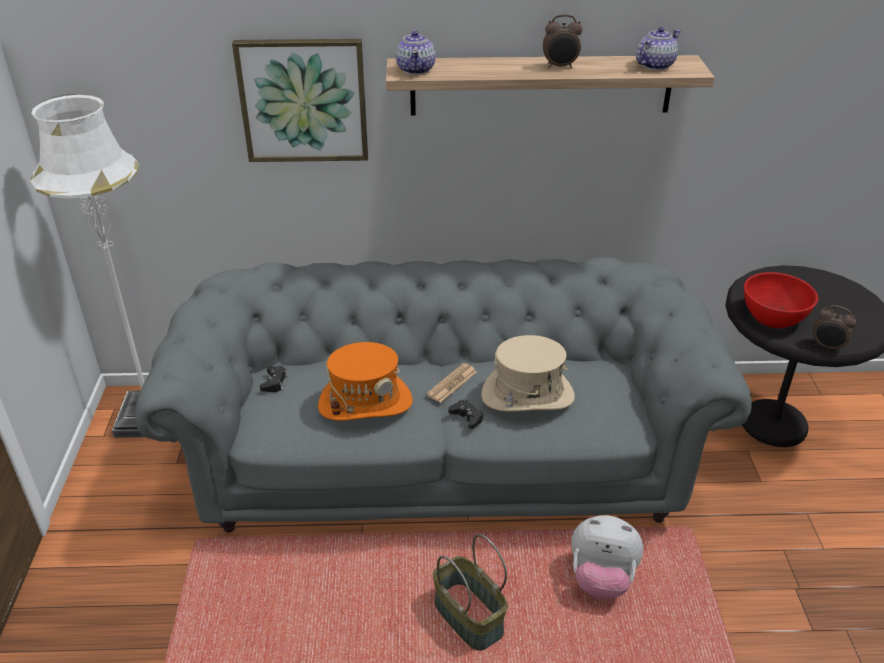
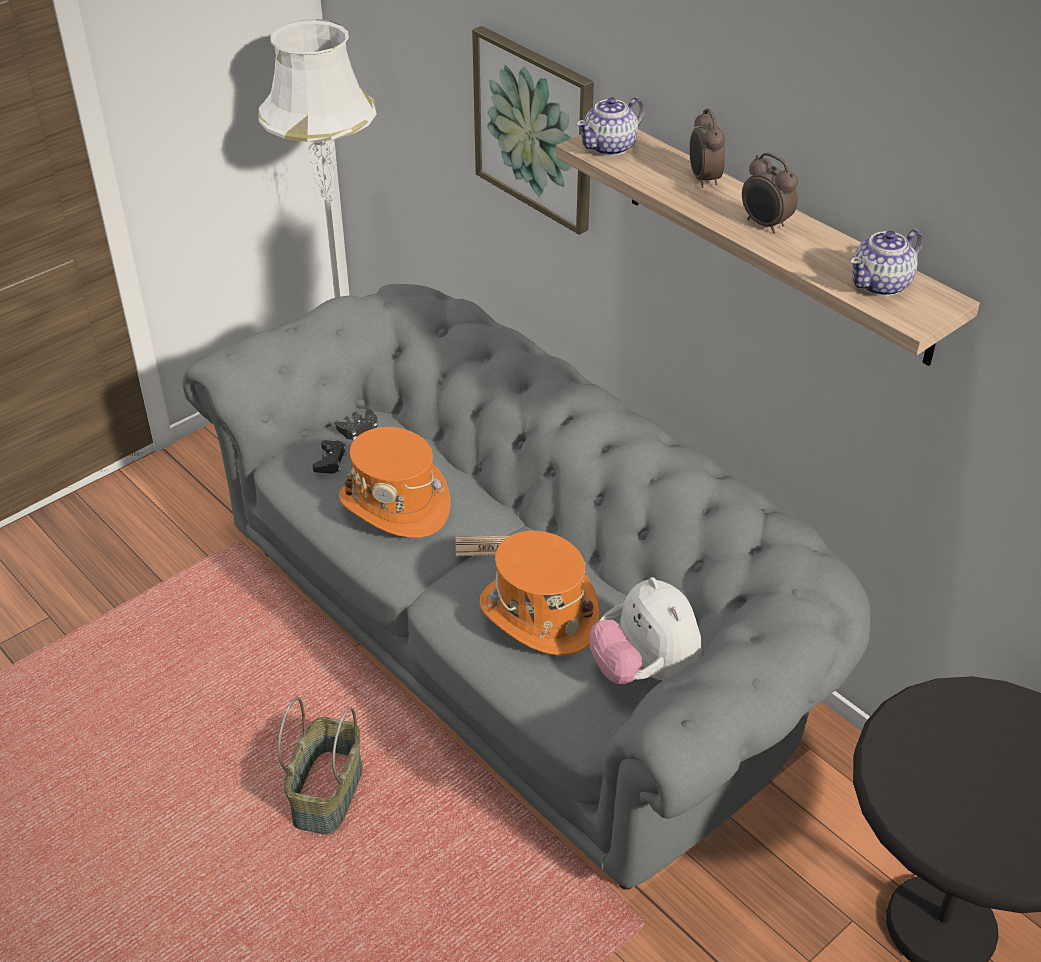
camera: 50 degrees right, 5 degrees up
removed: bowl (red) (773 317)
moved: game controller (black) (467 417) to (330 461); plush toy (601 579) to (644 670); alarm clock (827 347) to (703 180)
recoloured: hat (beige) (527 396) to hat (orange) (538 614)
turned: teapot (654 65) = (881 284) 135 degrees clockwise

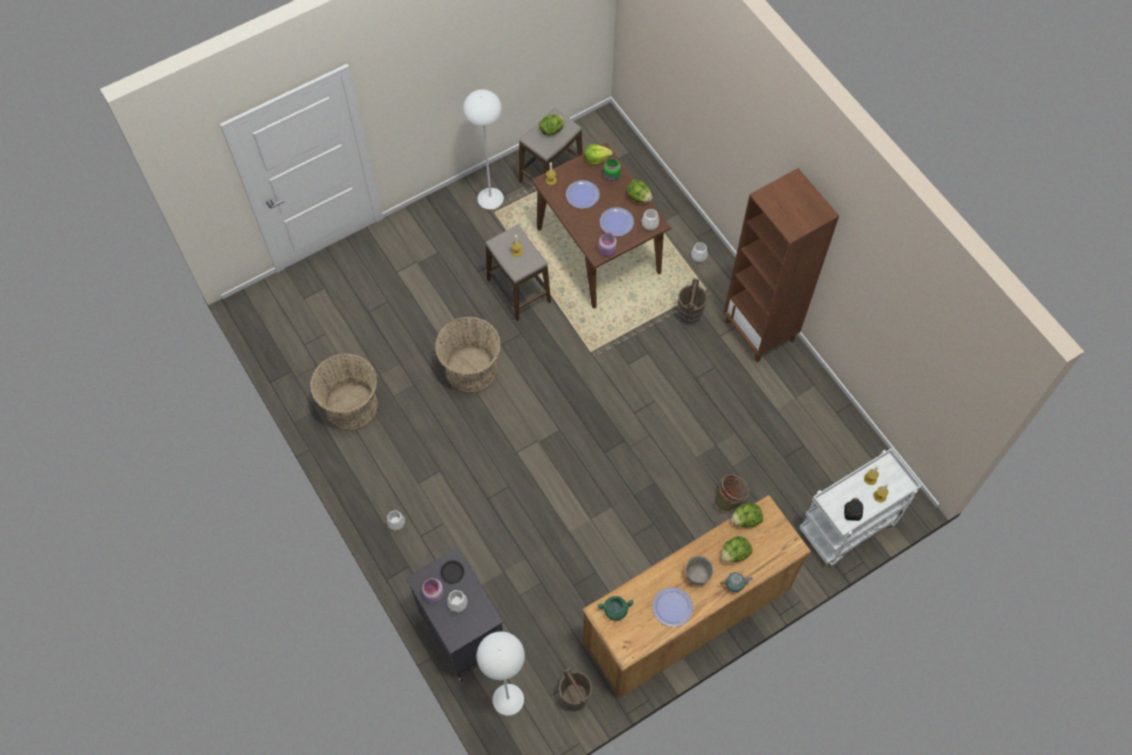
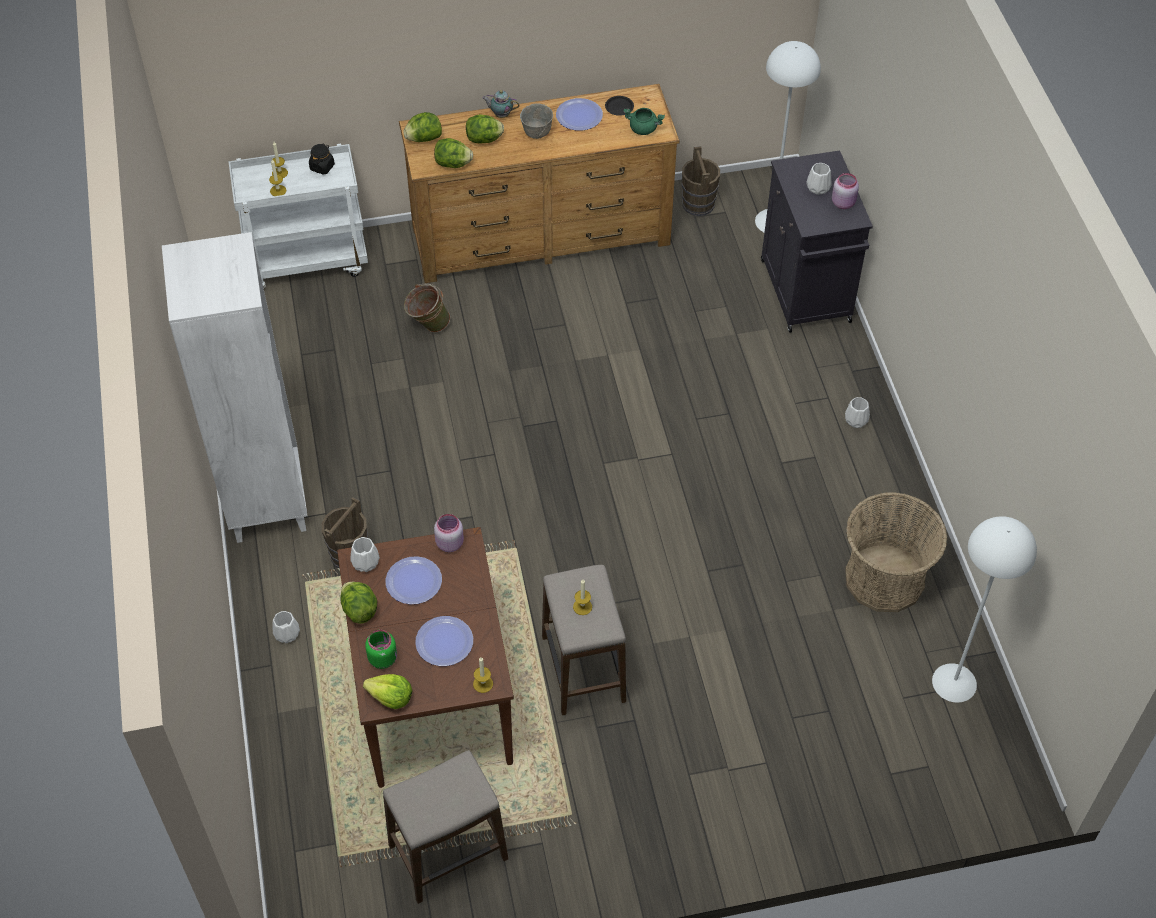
camera: 160 degrees left, 10 degrees down
removed: basket (471 370)
moved: plate (black) (452 572) to (619 107); floor lamp (white) (490 198) to (953 683); lettuce (552 130) to (424 139)
recoloured: bookcase (brown) (760 331) to bookcase (white) (266 502)

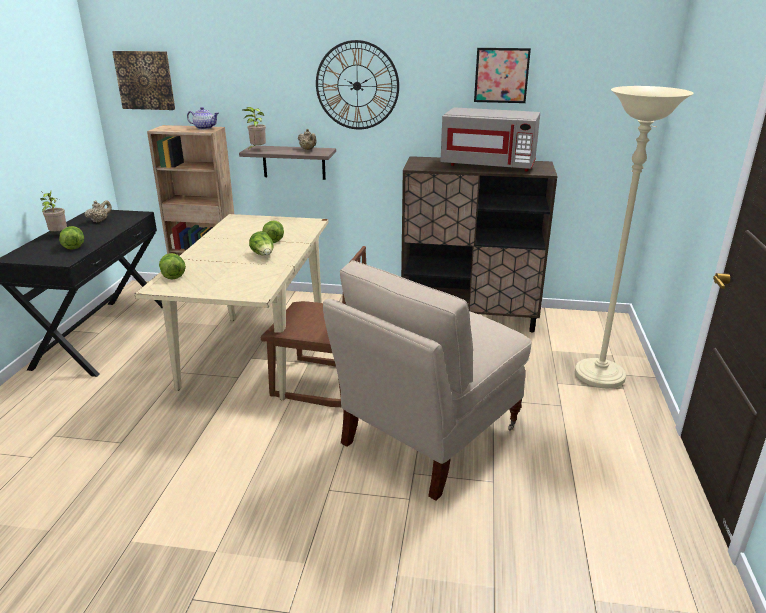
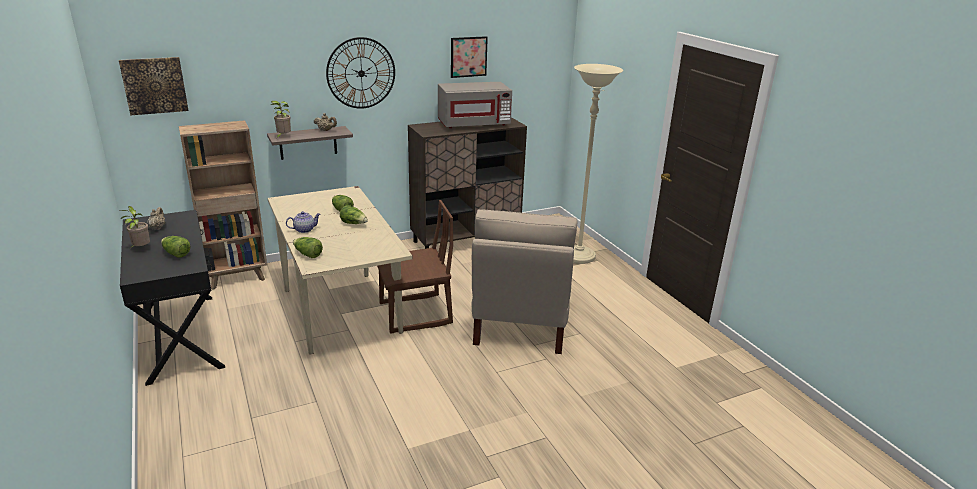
camera: 35 degrees left, 0 degrees up
moved: teapot (204 128) to (304 230)

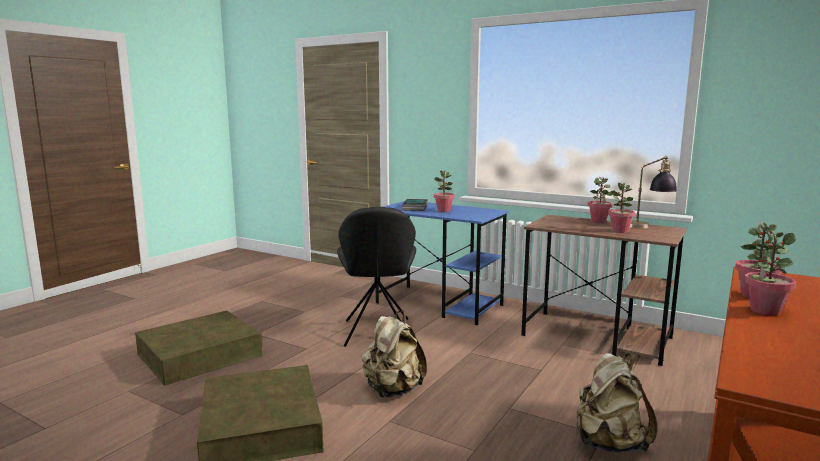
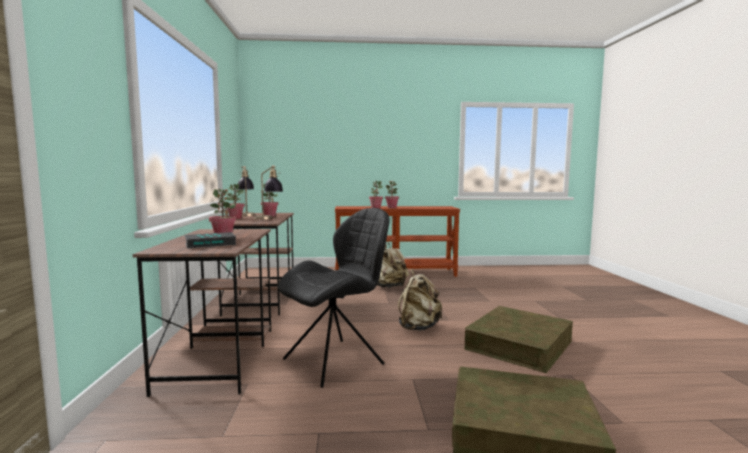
camera: 125 degrees left, 5 degrees down
added: table lamp (268 219)
recoloured: desk (blue) (440 304) to desk (brown) (220 357)

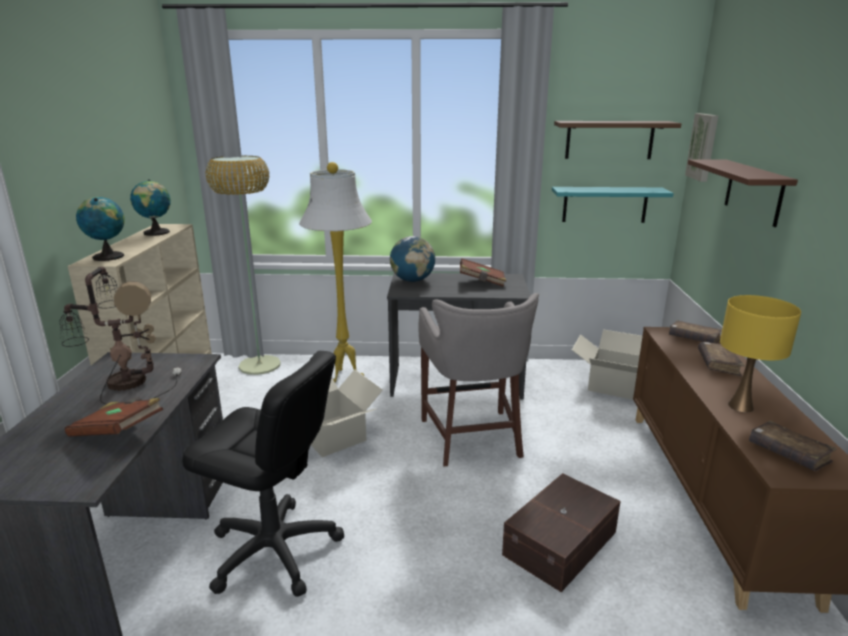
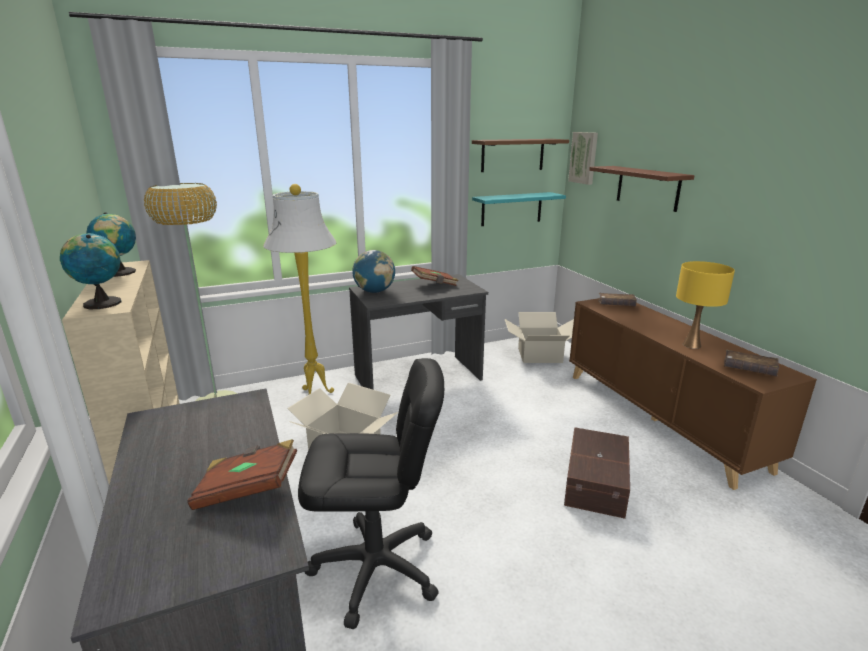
camera: 25 degrees left, 0 degrees up
removed: table lamp (125 382); stool (grey) (473 439); book (brown) (718 364)

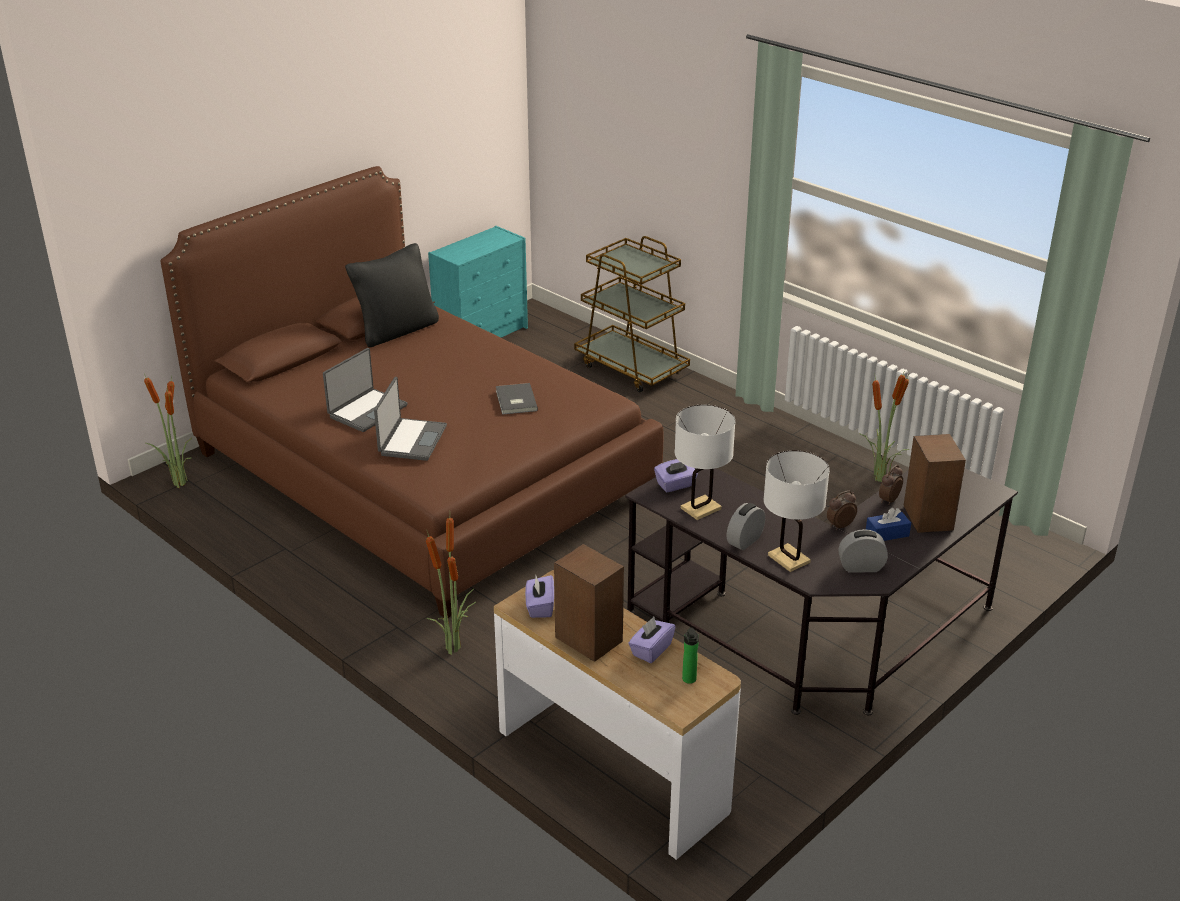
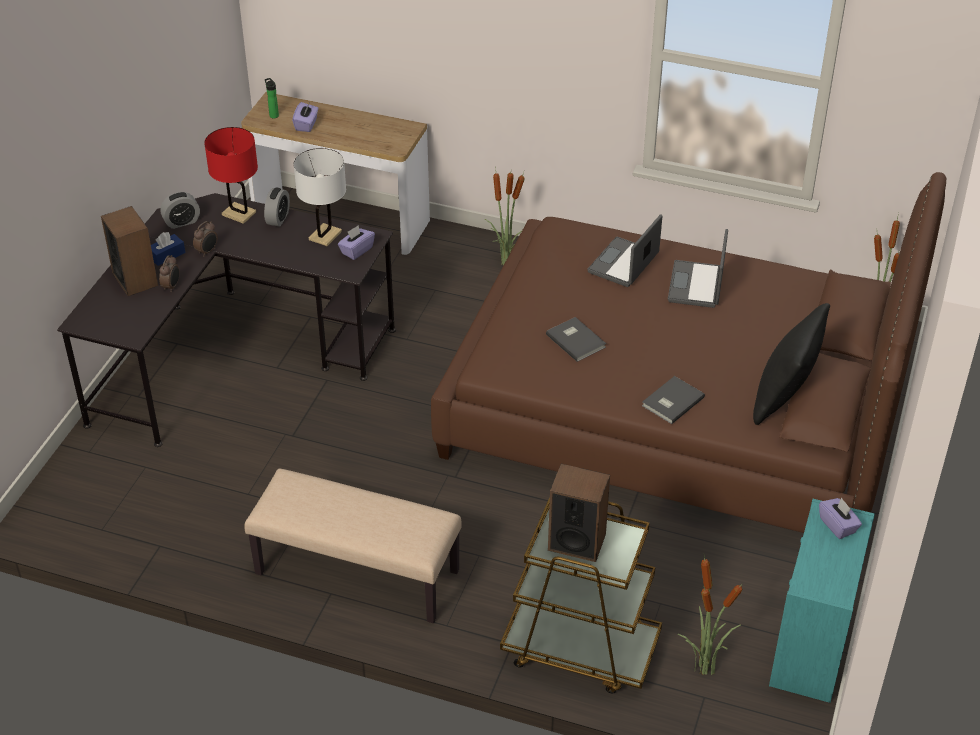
camera: 155 degrees right, 10 degrees up
added: bench (beige) (356 573); book (grey) (671 401)
moved: tissue box (purple) (540 607) to (838 525); speaker (588 639) to (576 542); potted plant (879 479) to (703 667)
recoloured: table lamp (white) (788 559) to table lamp (red) (239 213)
turned: laptop (411 440) = (624 264) 45 degrees clockwise

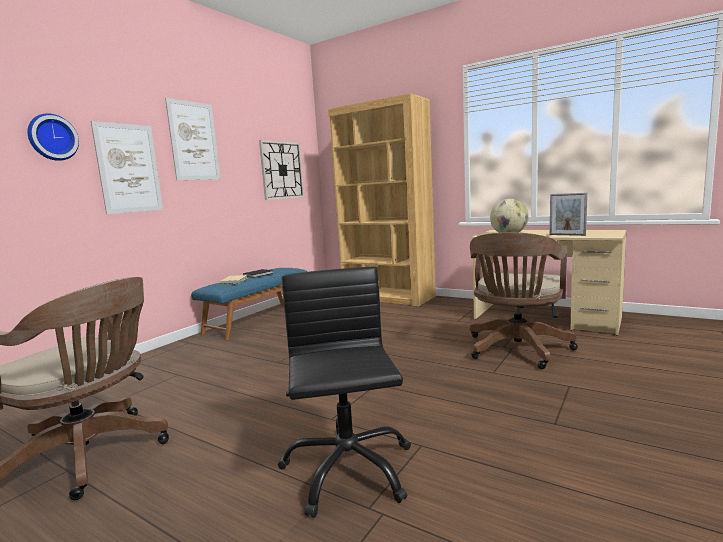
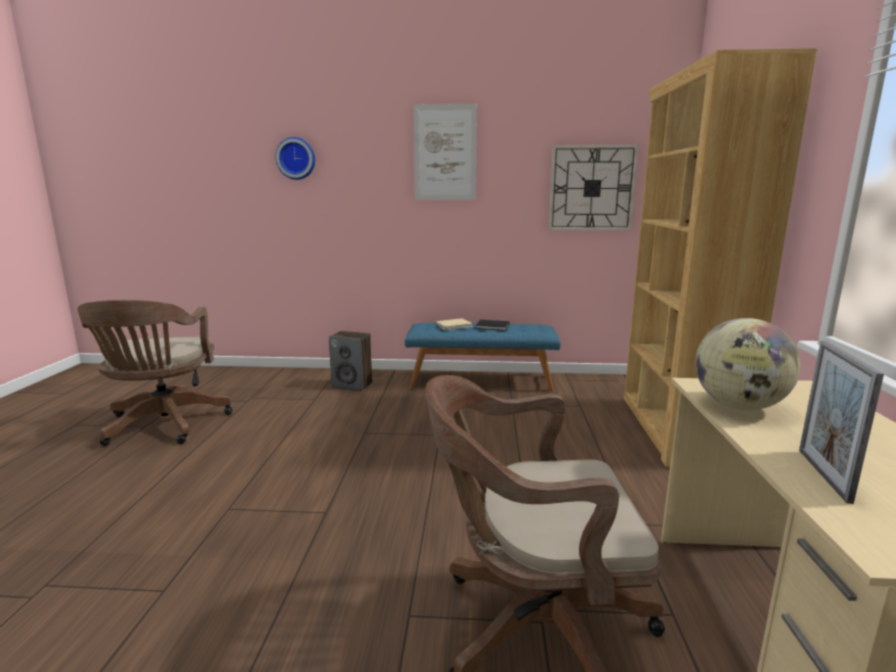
camera: 60 degrees right, 5 degrees up
removed: picture (129 168); office chair (black) (347 469)
added: speaker (352 385)

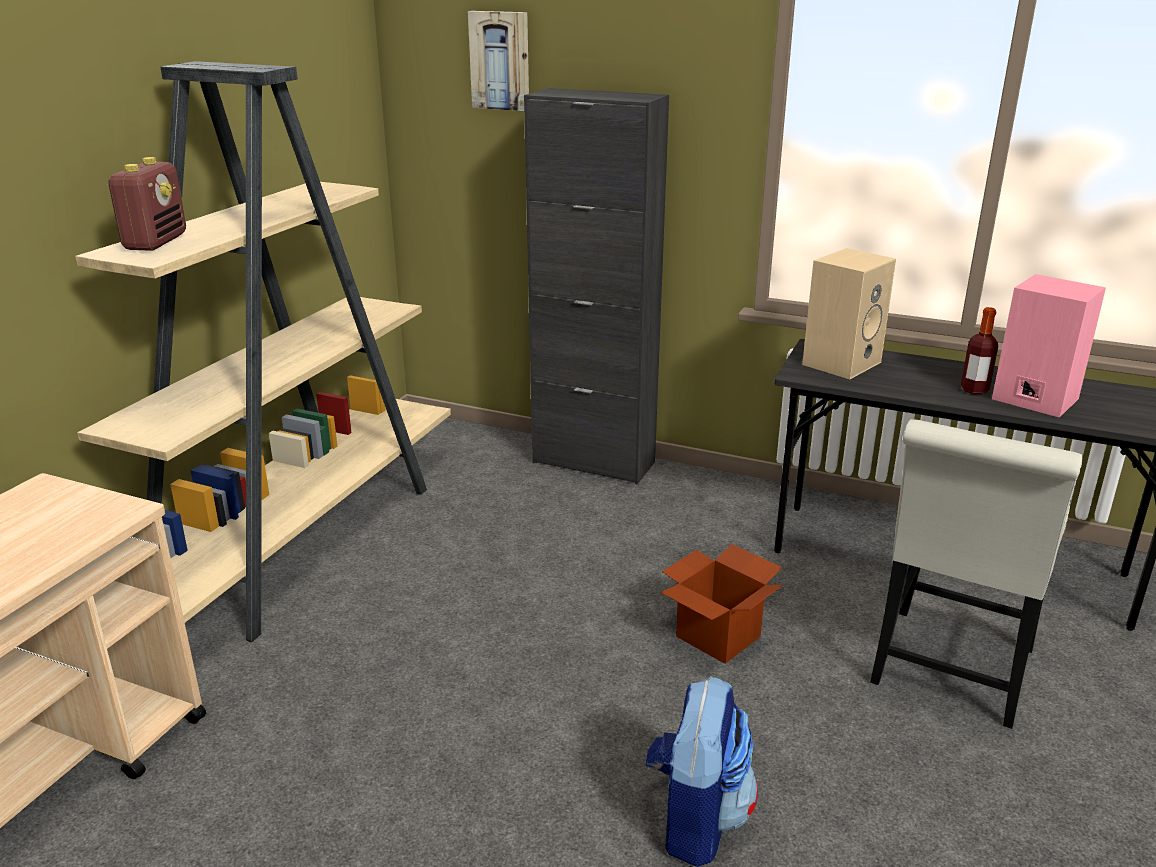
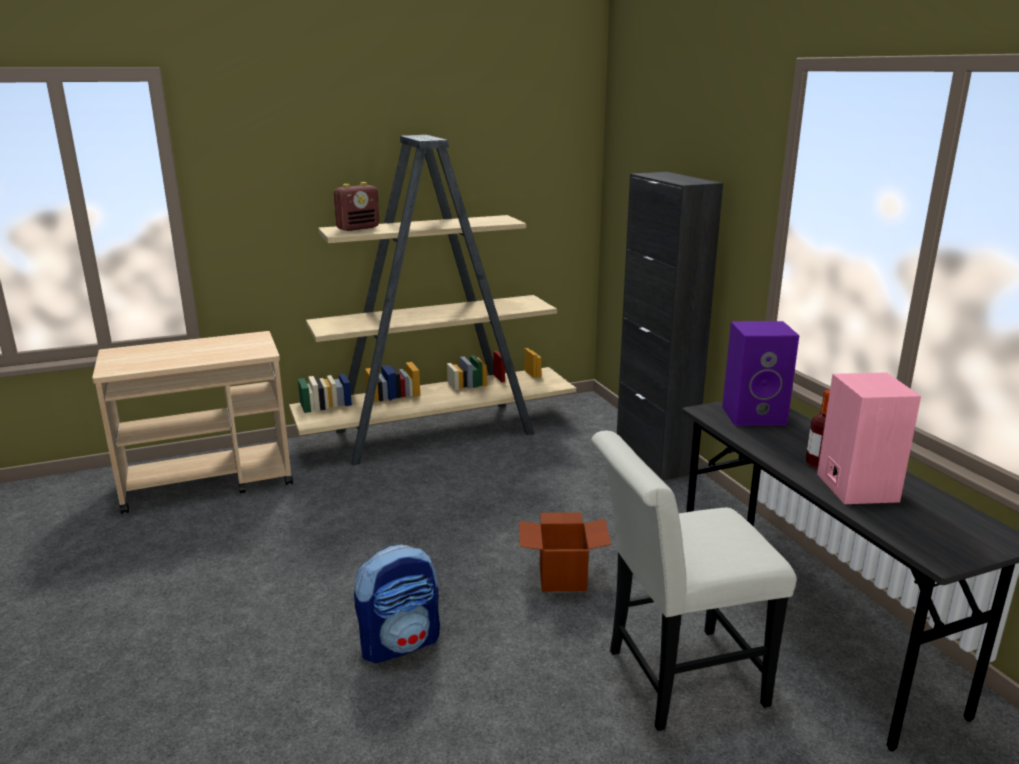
camera: 45 degrees right, 5 degrees down
removed: picture (501 60)
recoloured: speaker (beige) (841 362) to speaker (purple) (755 415)

